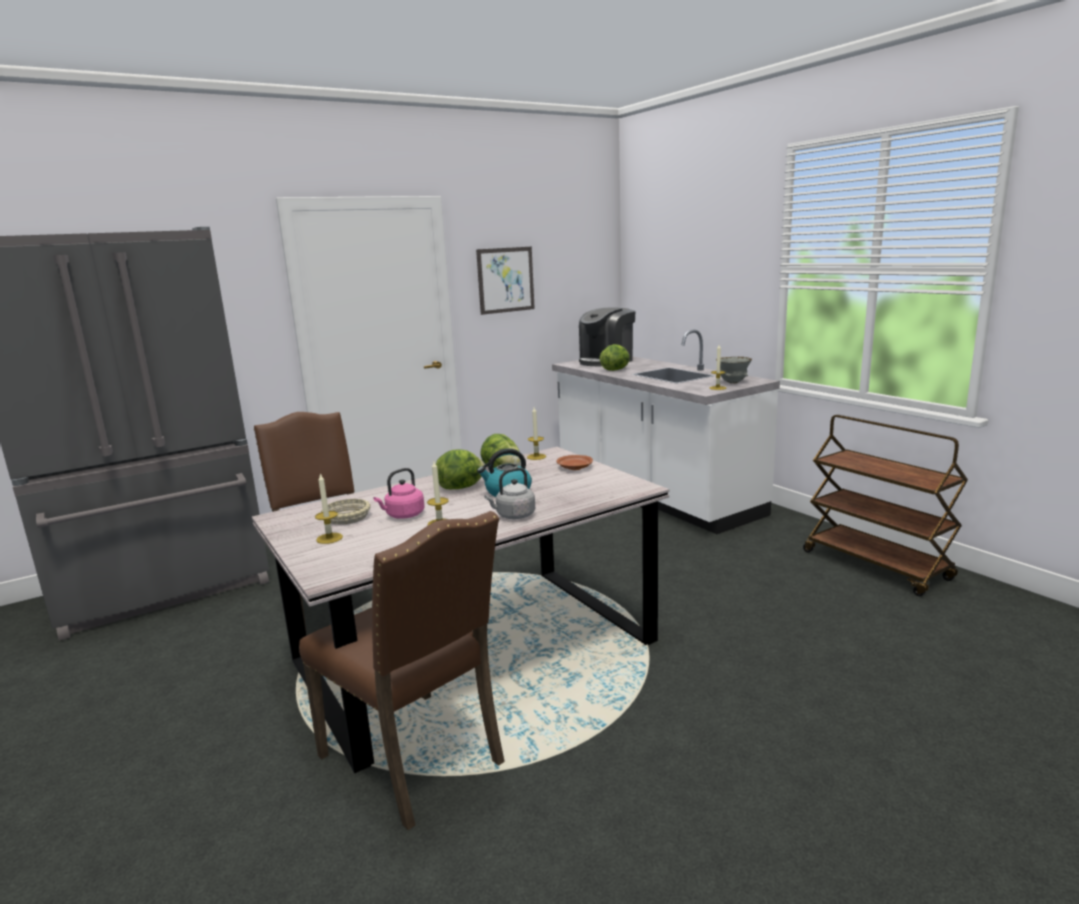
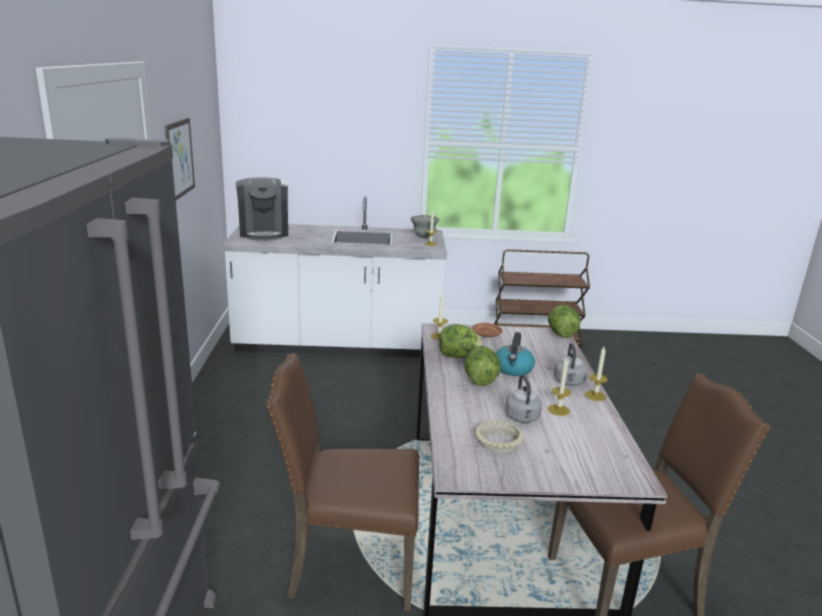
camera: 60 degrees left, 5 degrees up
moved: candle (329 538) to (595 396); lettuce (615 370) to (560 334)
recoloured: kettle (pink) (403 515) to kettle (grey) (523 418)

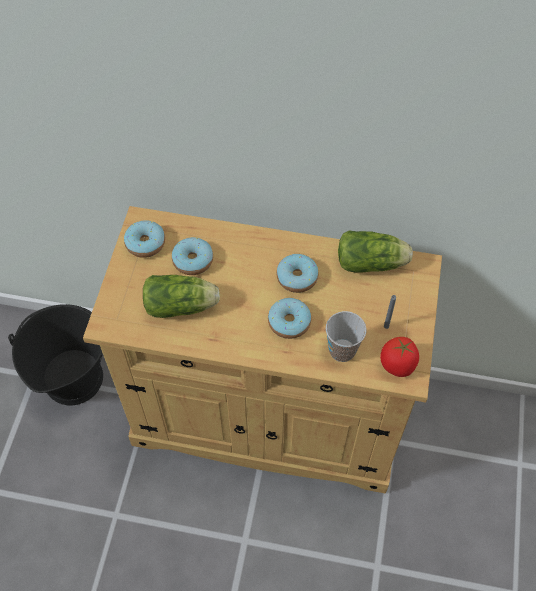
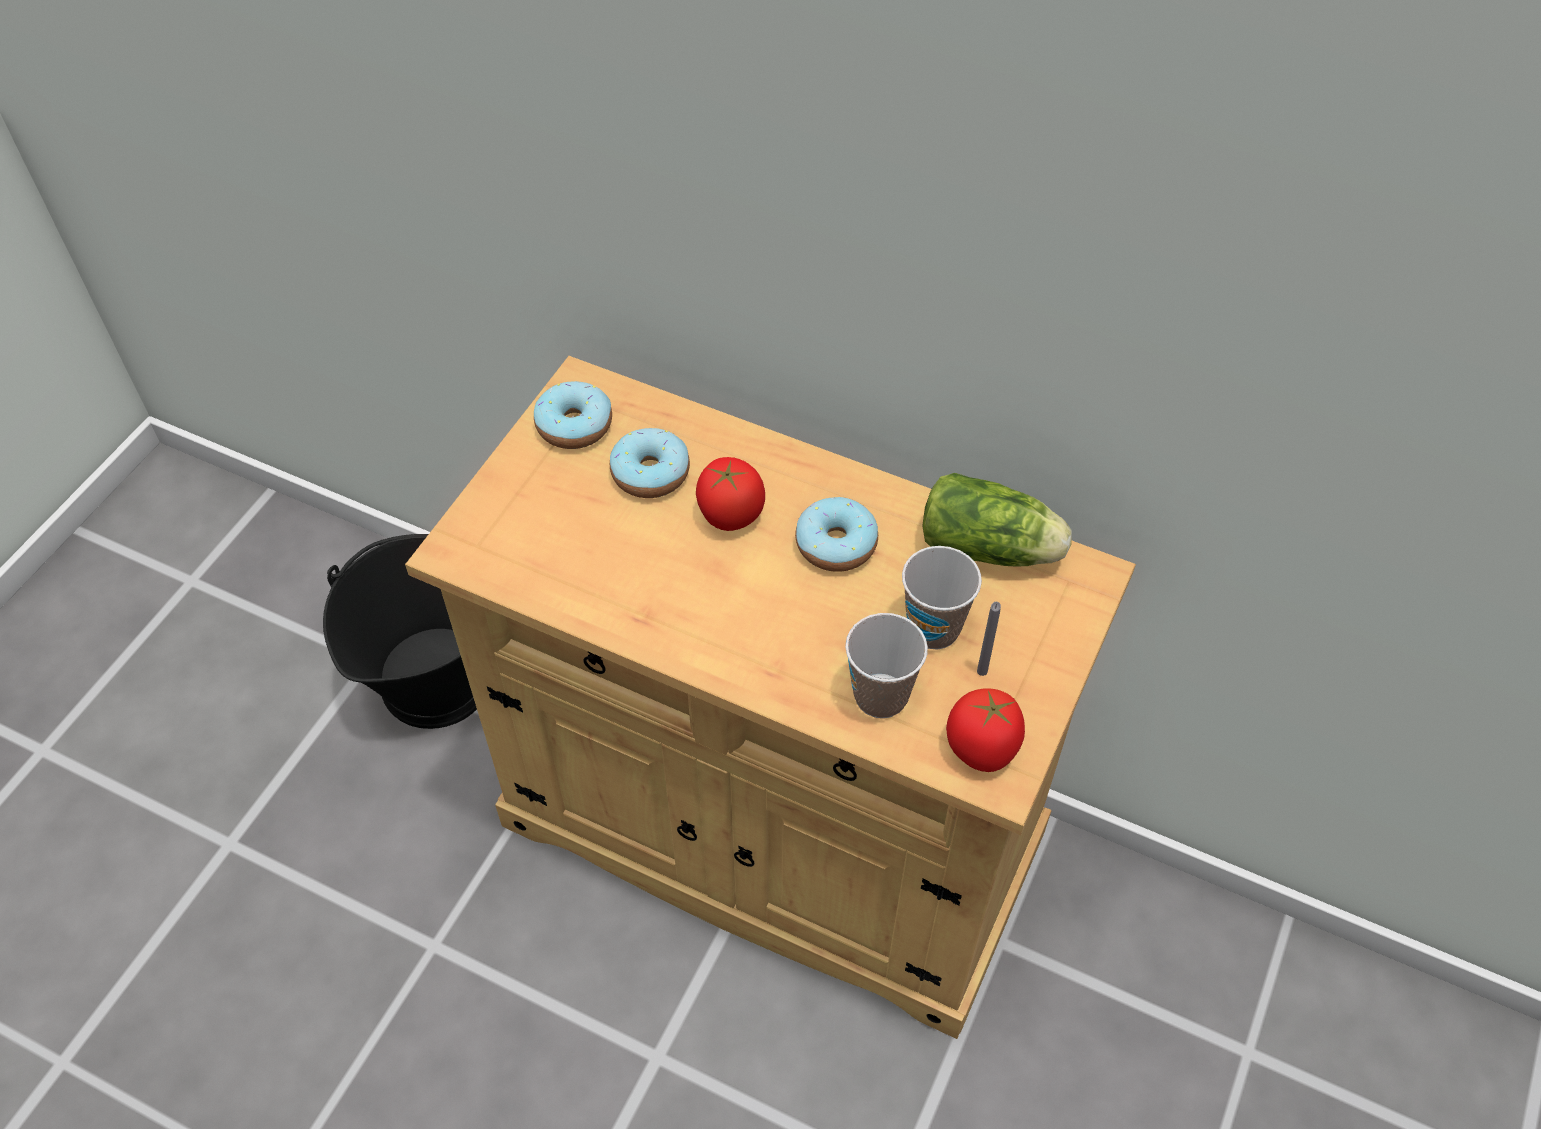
camera: 15 degrees right, 5 degrees down
removed: lettuce (183 306); donut (289 322)
added: tomato (730 515); cup (933 628)

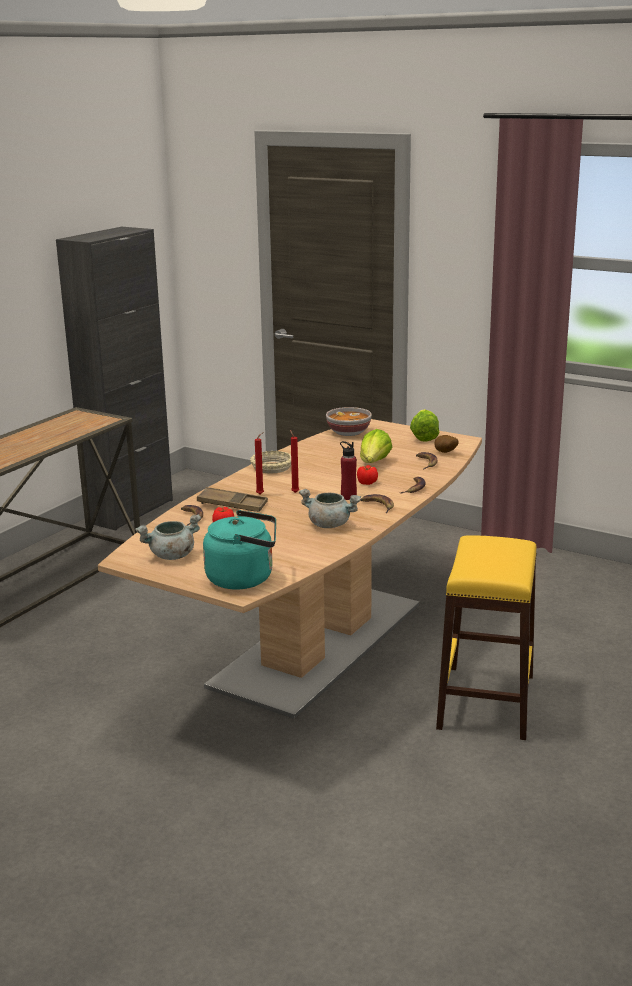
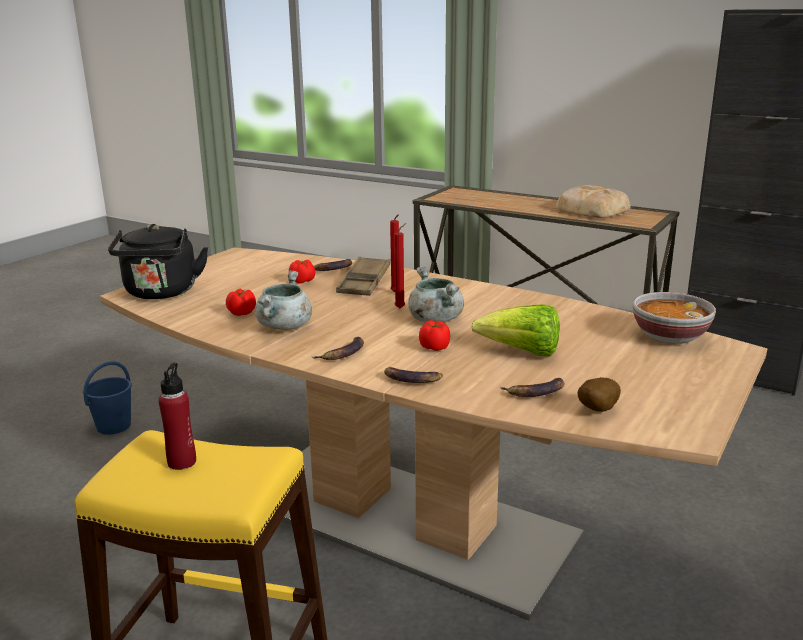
camera: 90 degrees right, 0 degrees up
removed: bowl (beige) (272 467); lettuce (423 437)
added: bucket (blue) (114 426); tomato (241 313); bread (591 209)
moved: cooking pot (grey) (171 556) to (434 319); bottle (red) (348 497) to (182 462)
recoloured: kettle (turquoise) (244 578) to kettle (black) (161 293)

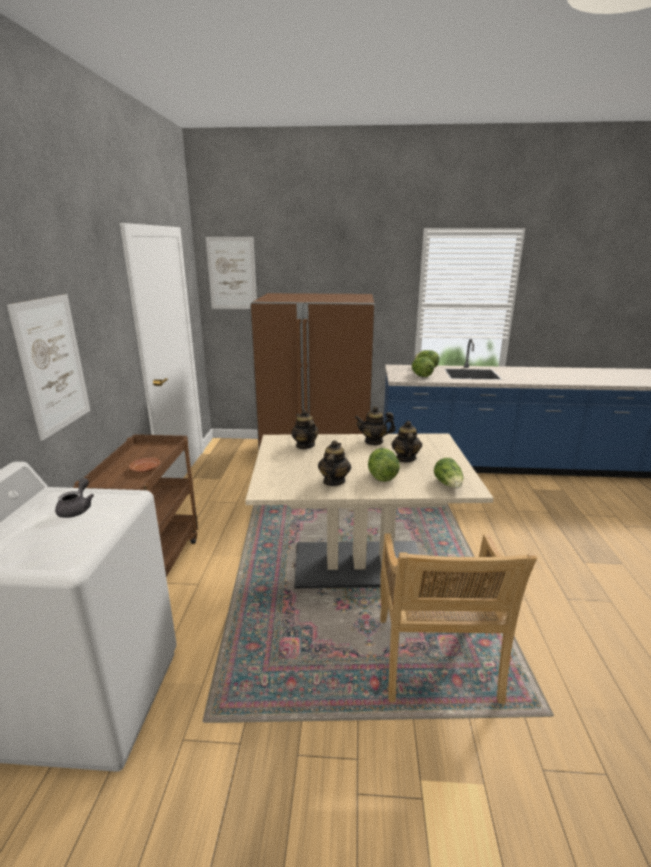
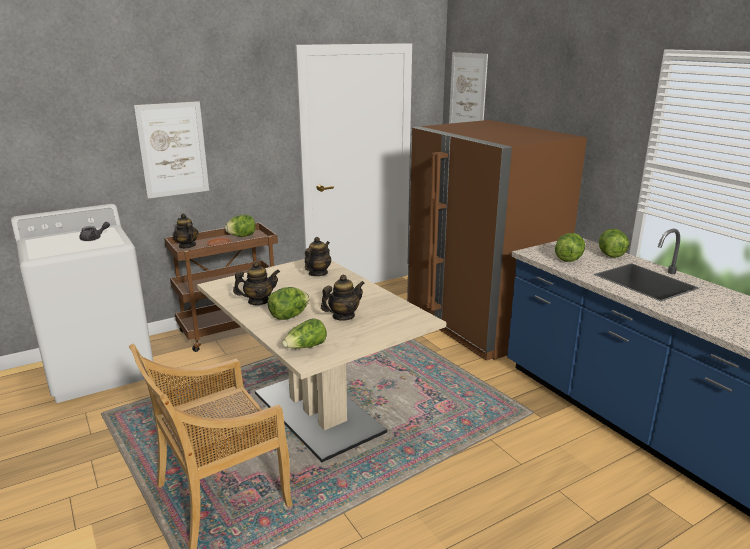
camera: 55 degrees right, 0 degrees up
added: lettuce (242 236)
moved: teapot (374 441) to (187 246)

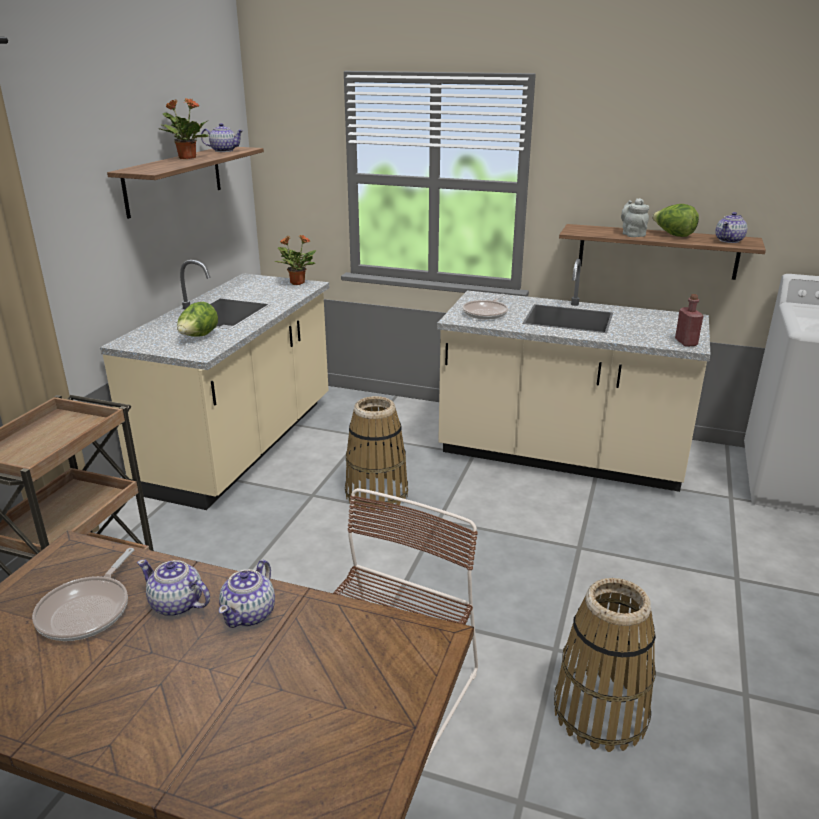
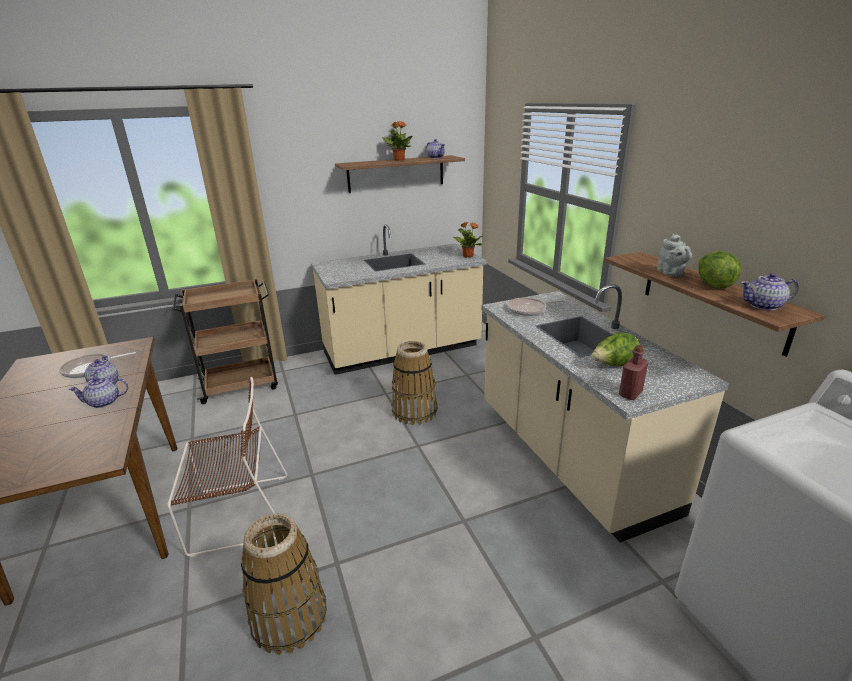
camera: 50 degrees right, 0 degrees up
moved: lettuce (198 337) to (613 365)
turned: teapot (grey) (632 234) = (671 273) 135 degrees clockwise

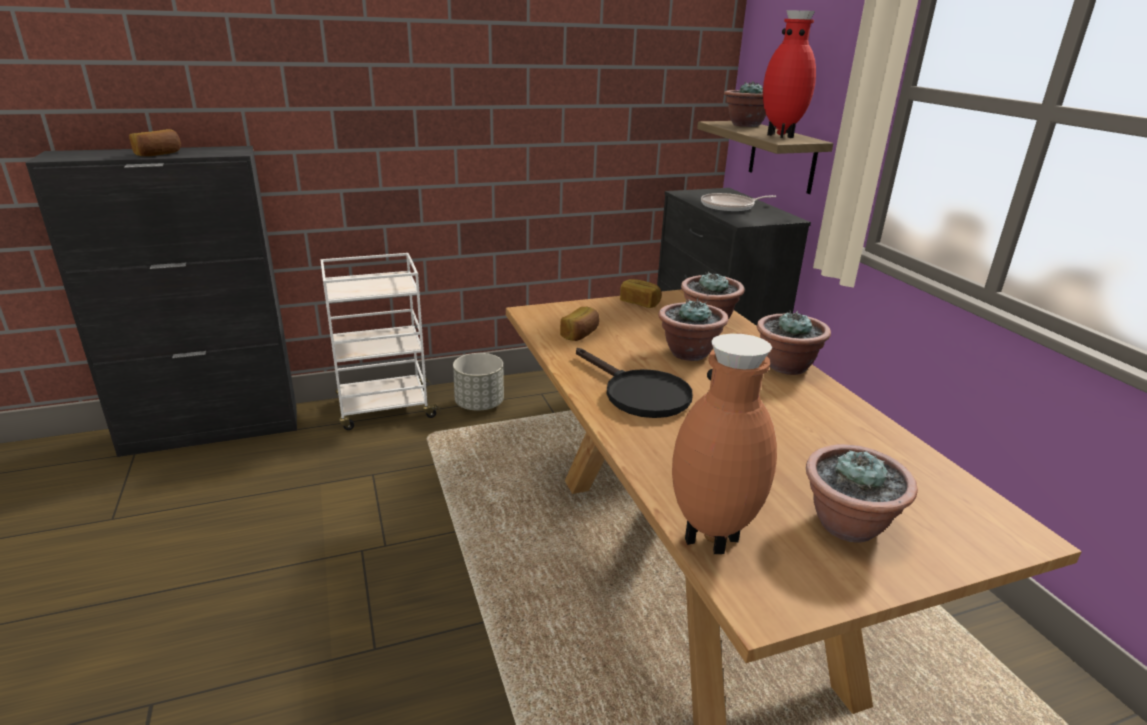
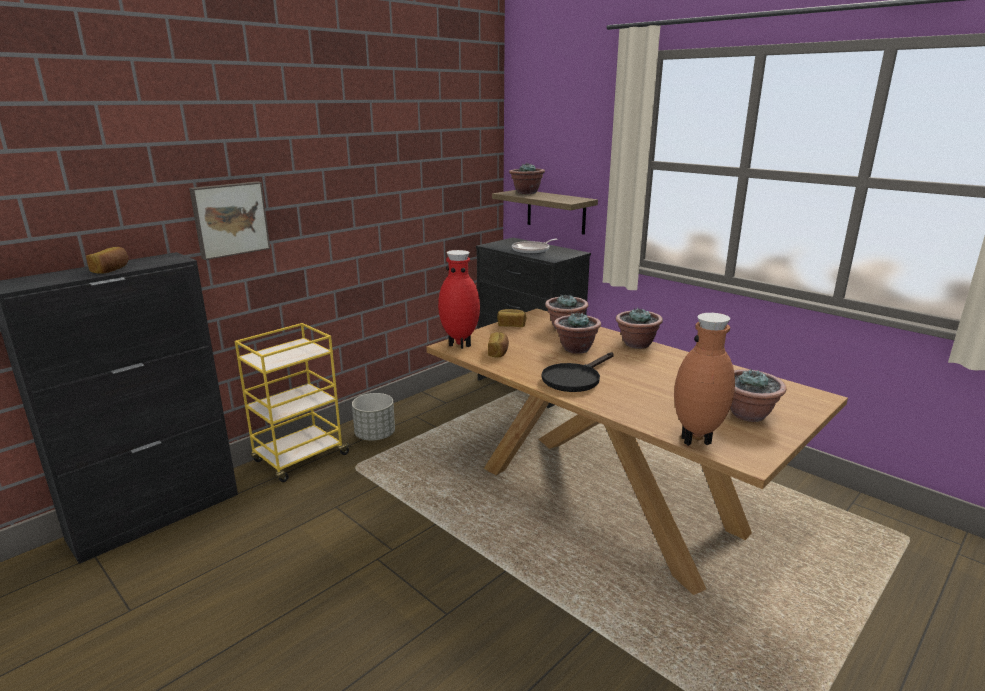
camera: 25 degrees left, 5 degrees down
added: picture (229 219)
moved: vase (red) (781 135) to (460 344)
recoloured: cart (white) (384 409) to cart (yellow) (300 458)
turned: frying pan (black) (638 393) = (575 378) 105 degrees clockwise

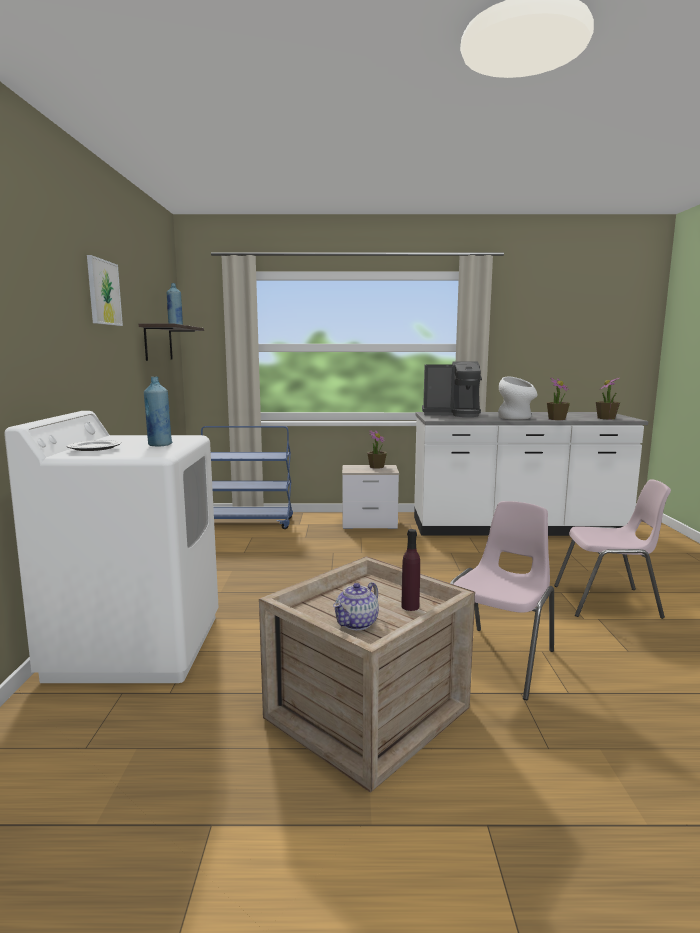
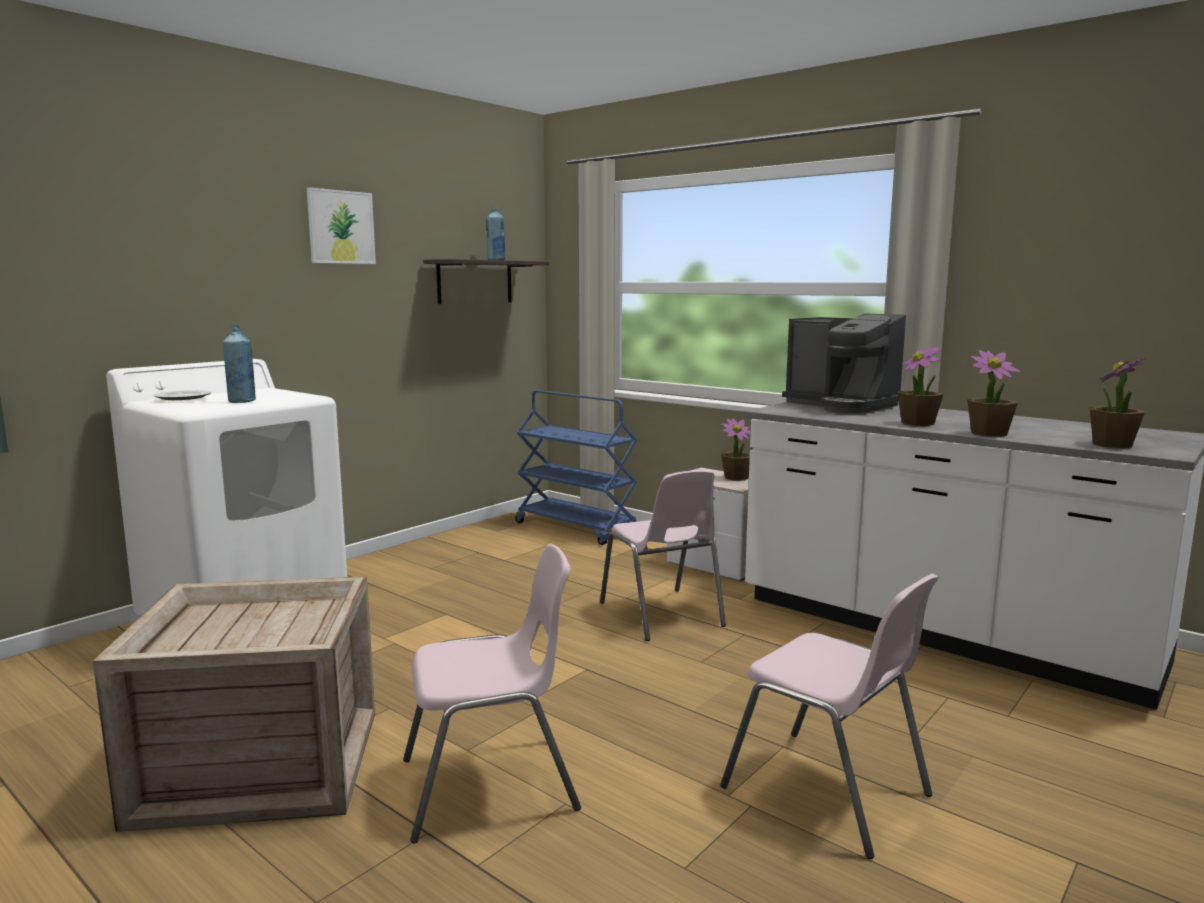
camera: 40 degrees right, 0 degrees up
removed: teapot (357 623); bottle (purple) (410 606)
added: chair (pink) (662 615)
replaced: vase (white) (516 418) to potted plant (918 423)

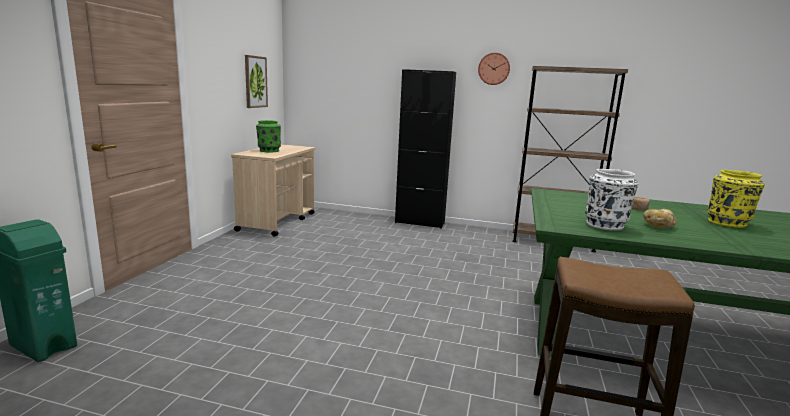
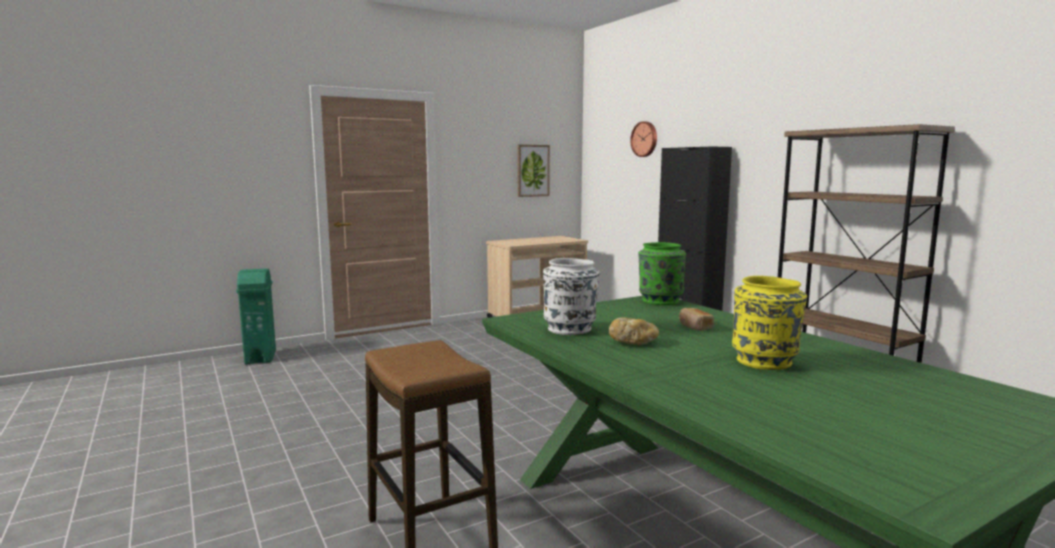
camera: 45 degrees right, 5 degrees down
moved: vase (green) (269 151) to (659 301); wall clock (494 69) to (645 139)

